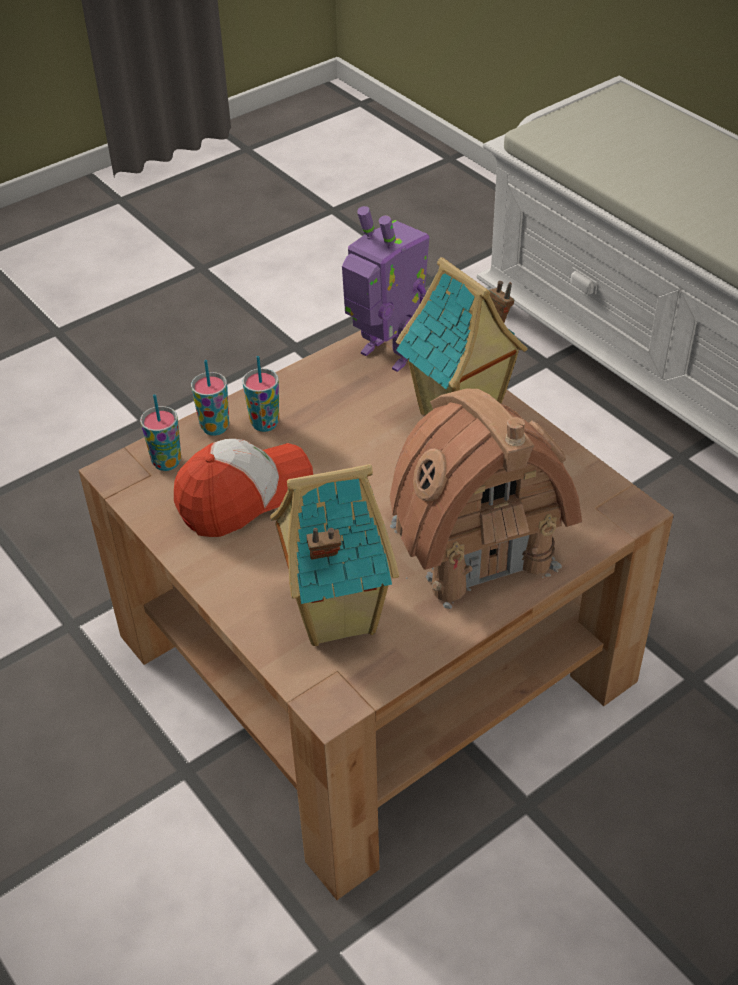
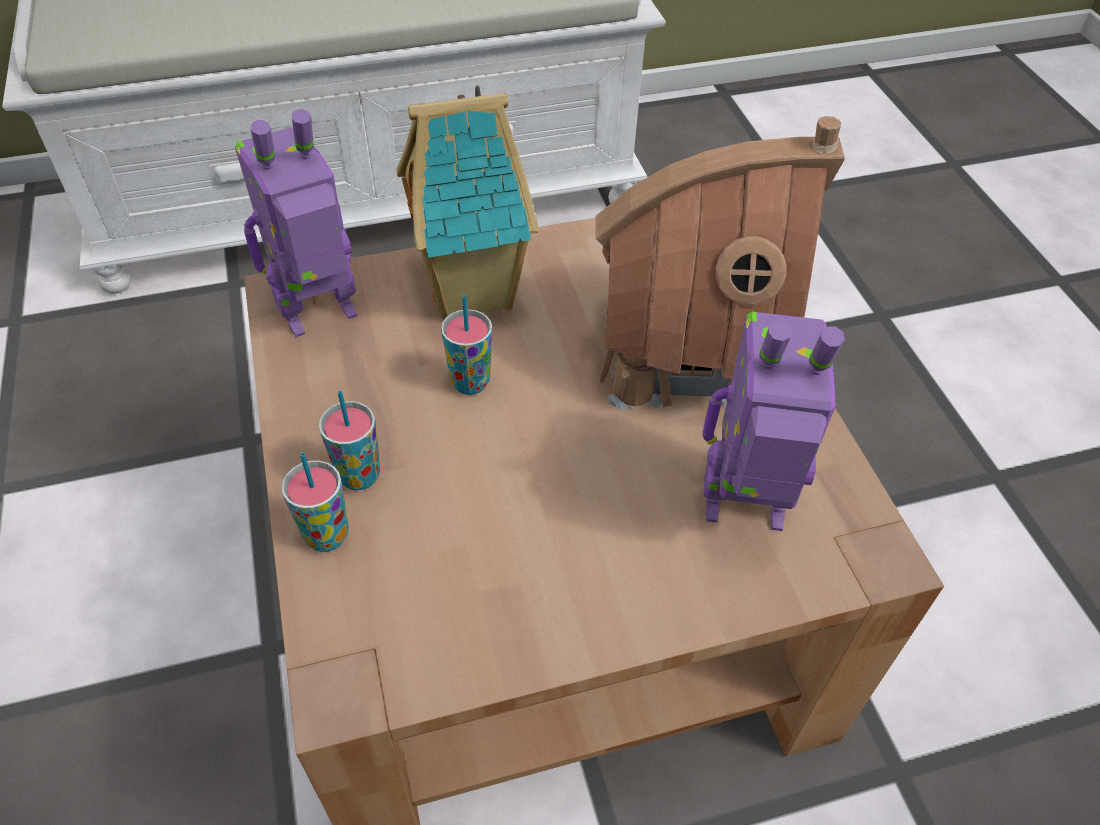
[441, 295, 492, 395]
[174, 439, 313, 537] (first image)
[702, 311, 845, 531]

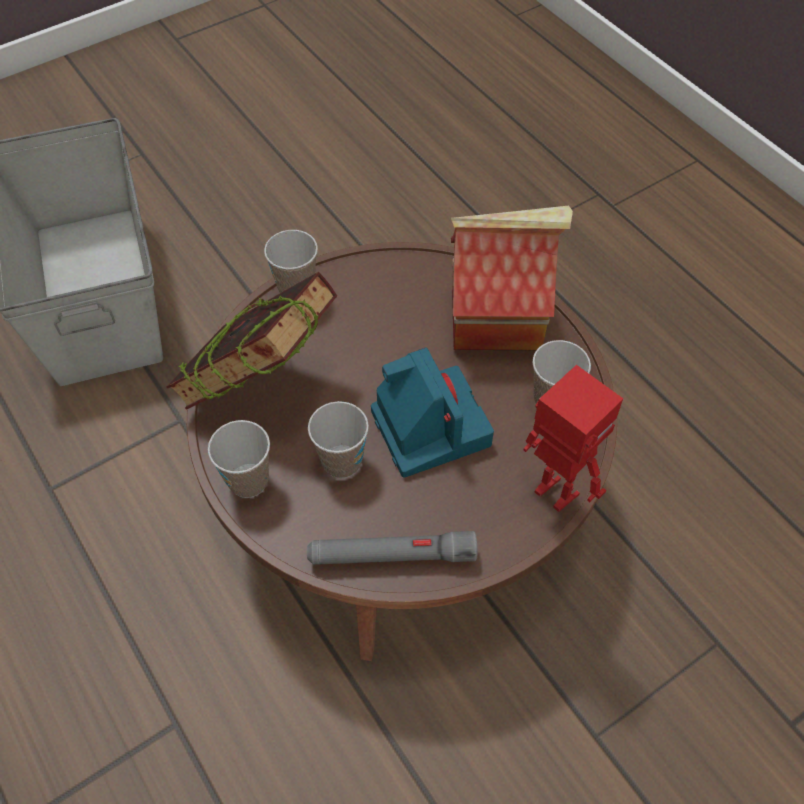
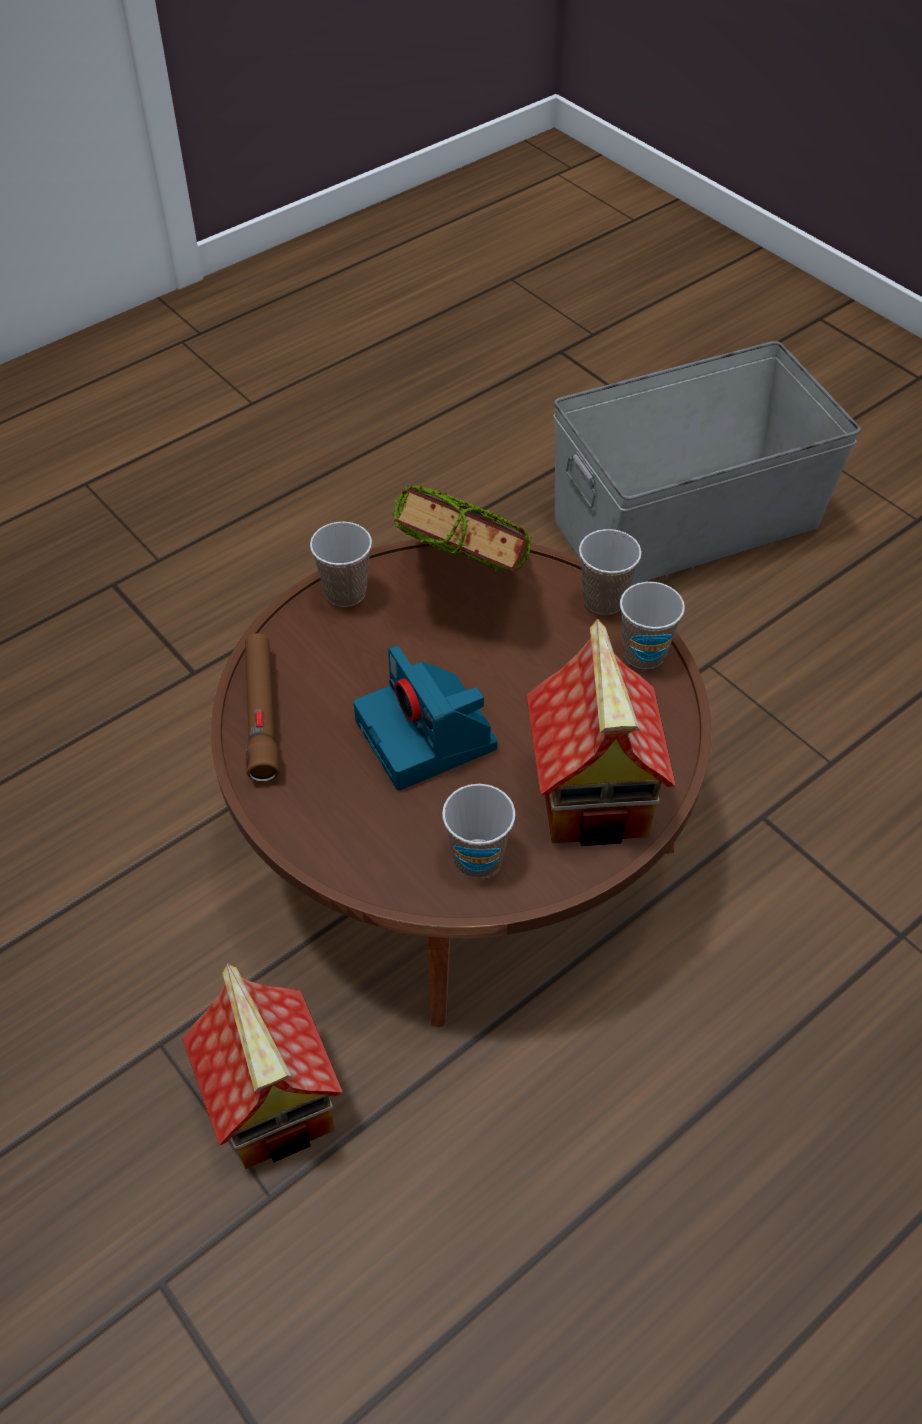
[353, 645, 497, 790]
[524, 365, 623, 512] (first image)
[620, 582, 685, 669]
[245, 633, 279, 782]
[182, 963, 343, 1169]

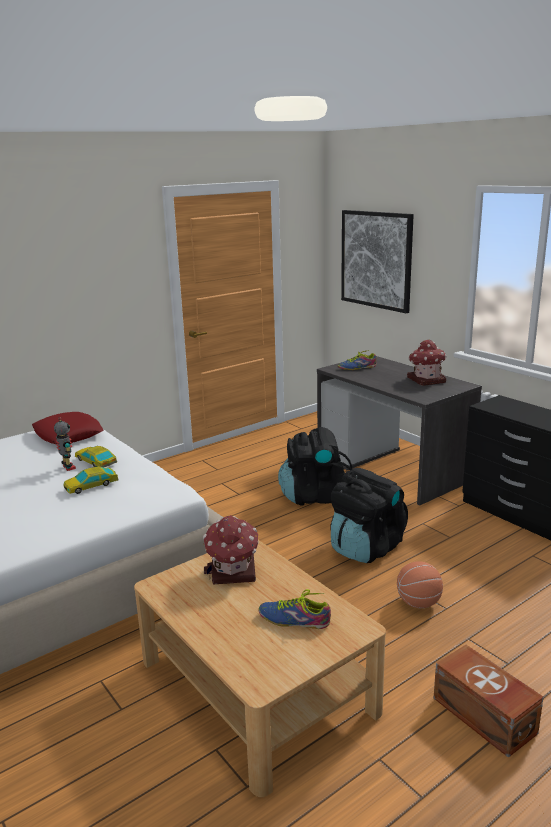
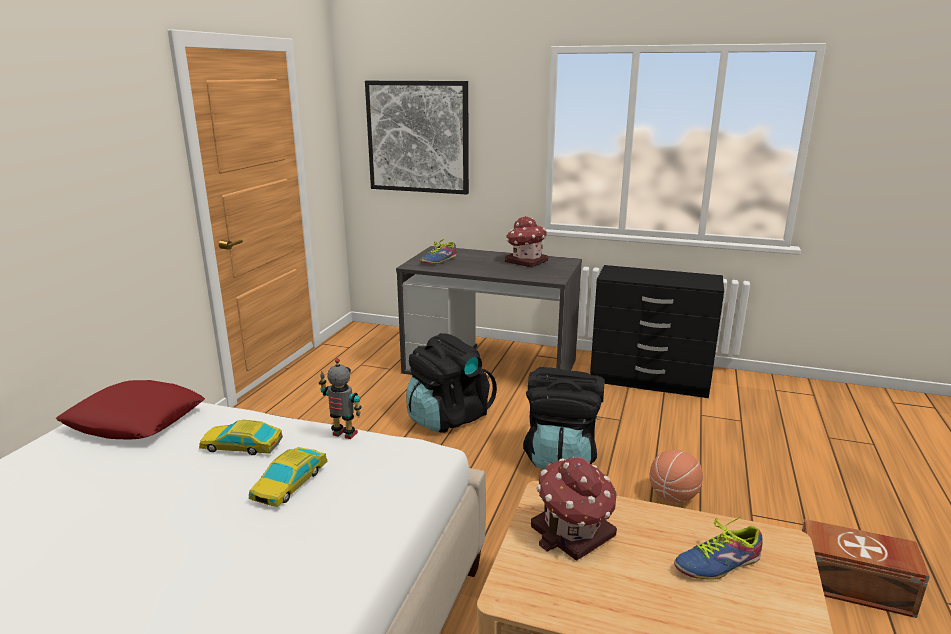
[319, 358, 362, 439]

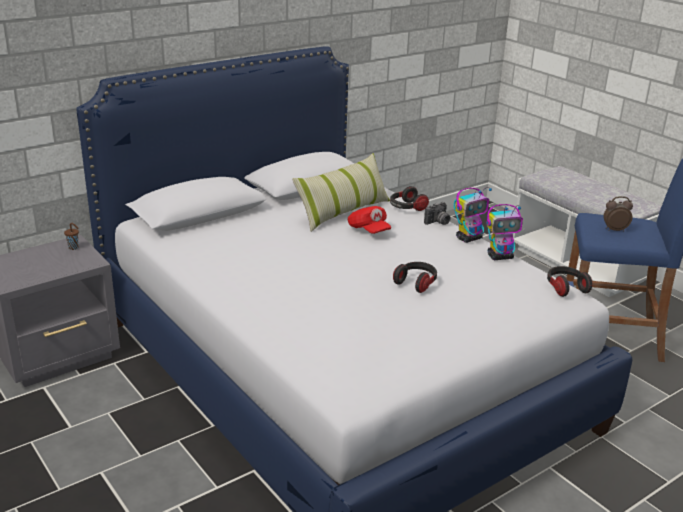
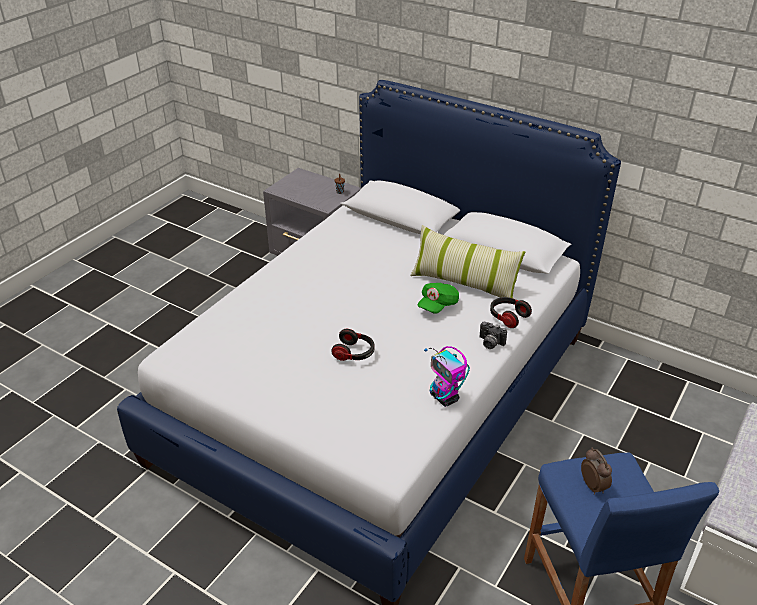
[454, 187, 492, 243] (first image)
[418, 283, 459, 314]
[547, 266, 593, 297] (first image)

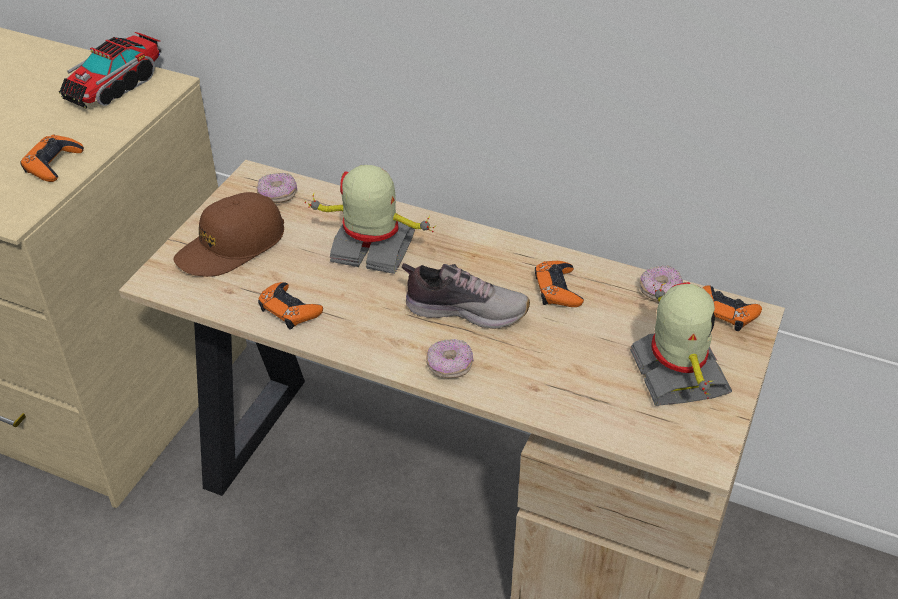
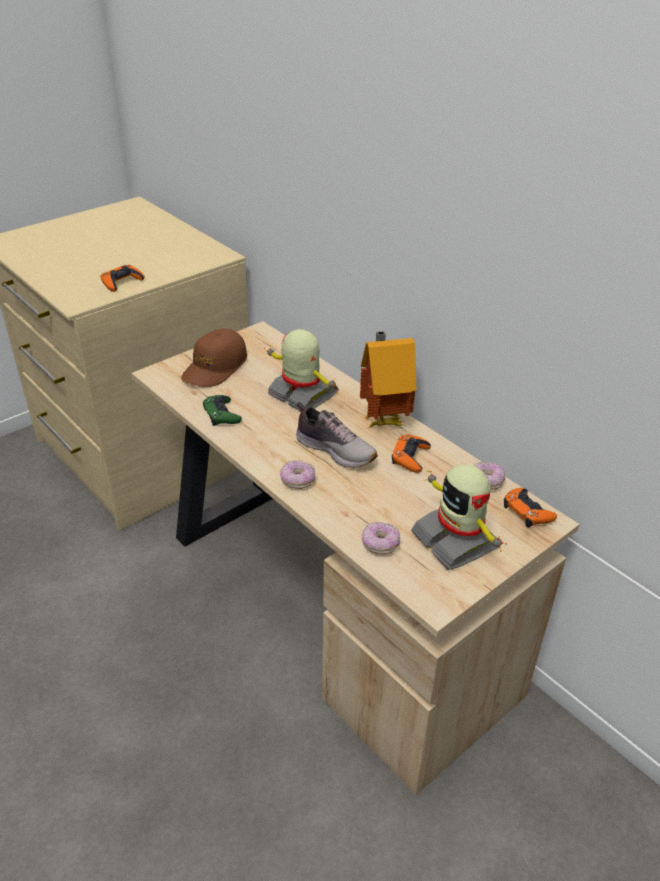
[59, 32, 161, 109] (first image)
[362, 522, 400, 554]
[181, 329, 247, 387]
[203, 395, 242, 426]
[411, 464, 507, 570]
[360, 331, 416, 428]

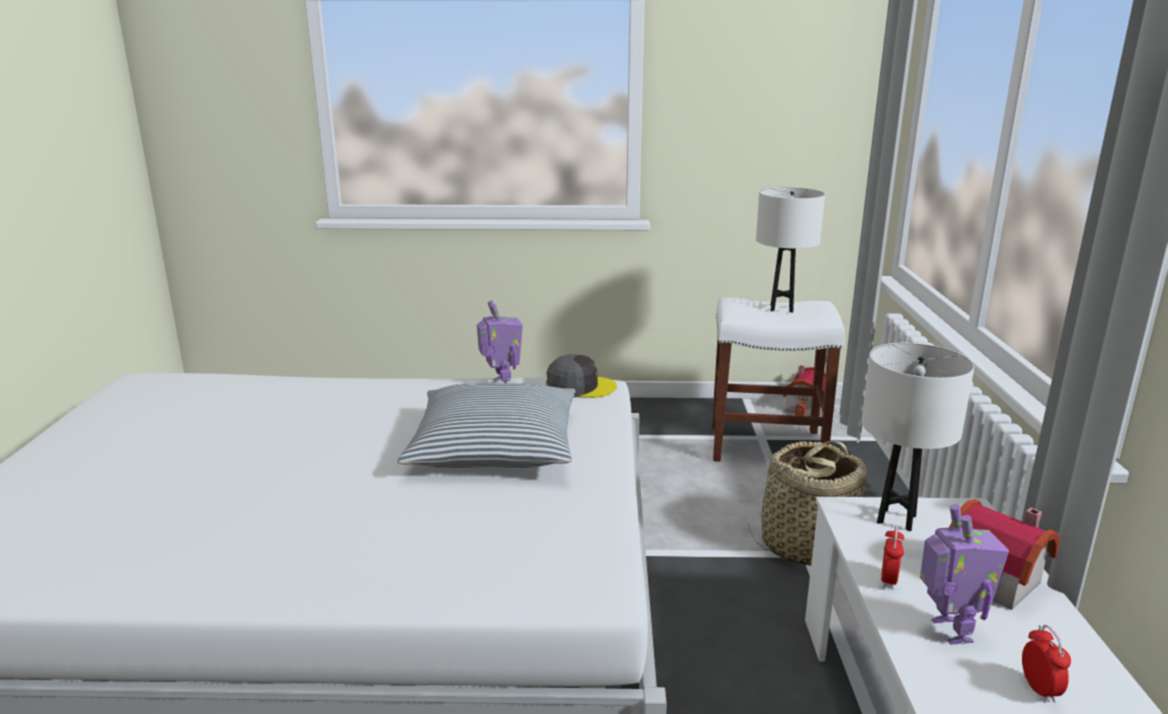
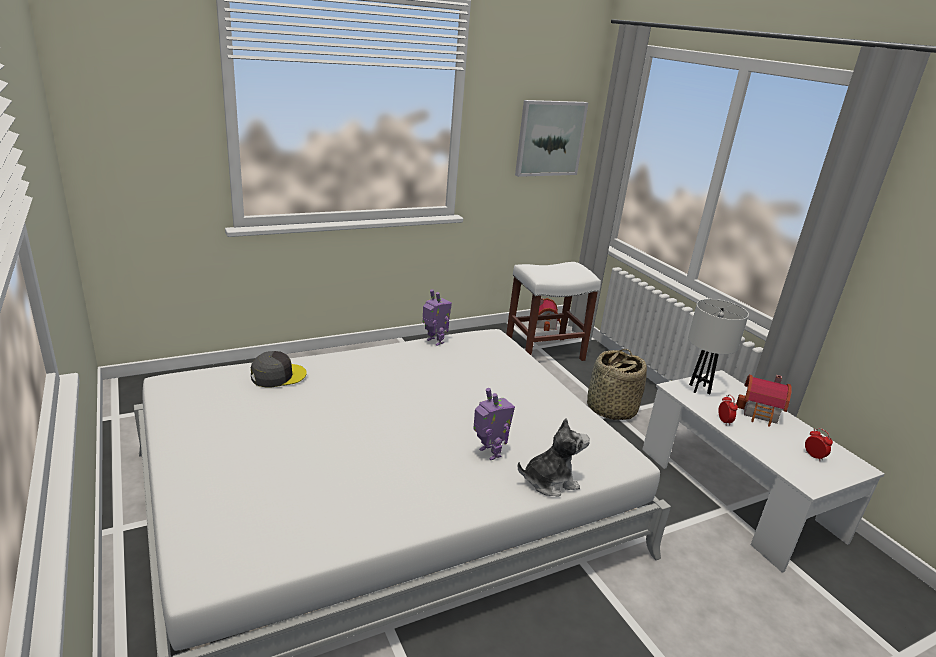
[756, 187, 825, 313] (first image)
[251, 351, 307, 387]
[397, 383, 576, 468] (first image)
[473, 388, 515, 460]
[515, 100, 588, 177]
[518, 418, 590, 497]

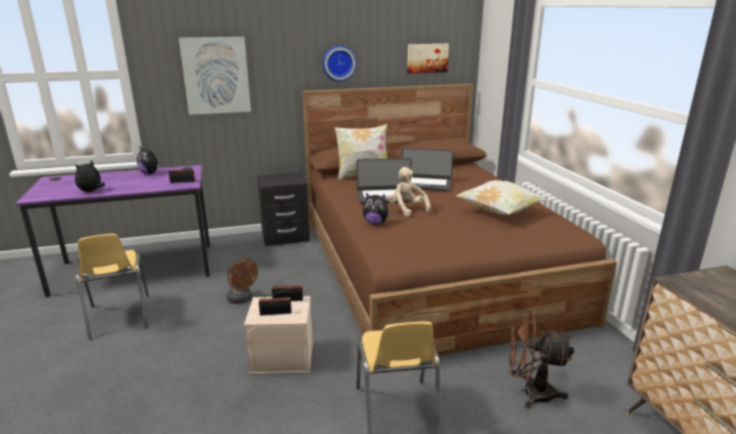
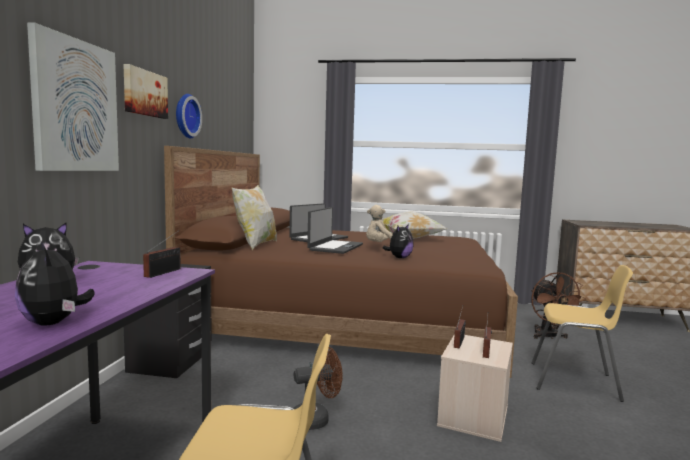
[123, 64, 168, 119]
[531, 272, 586, 339]

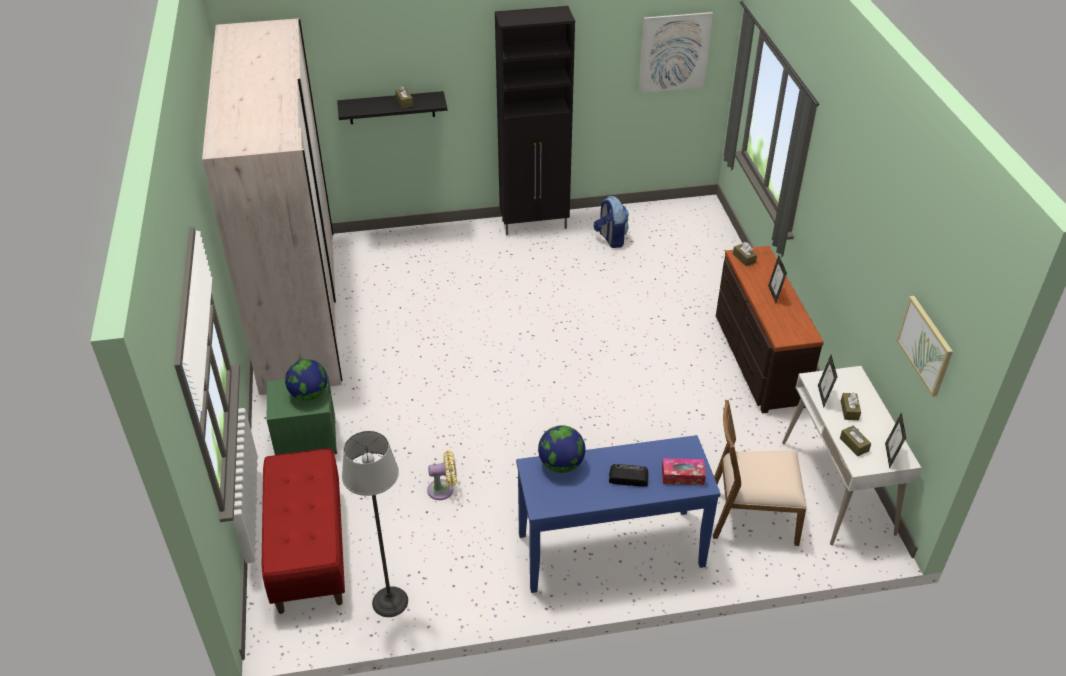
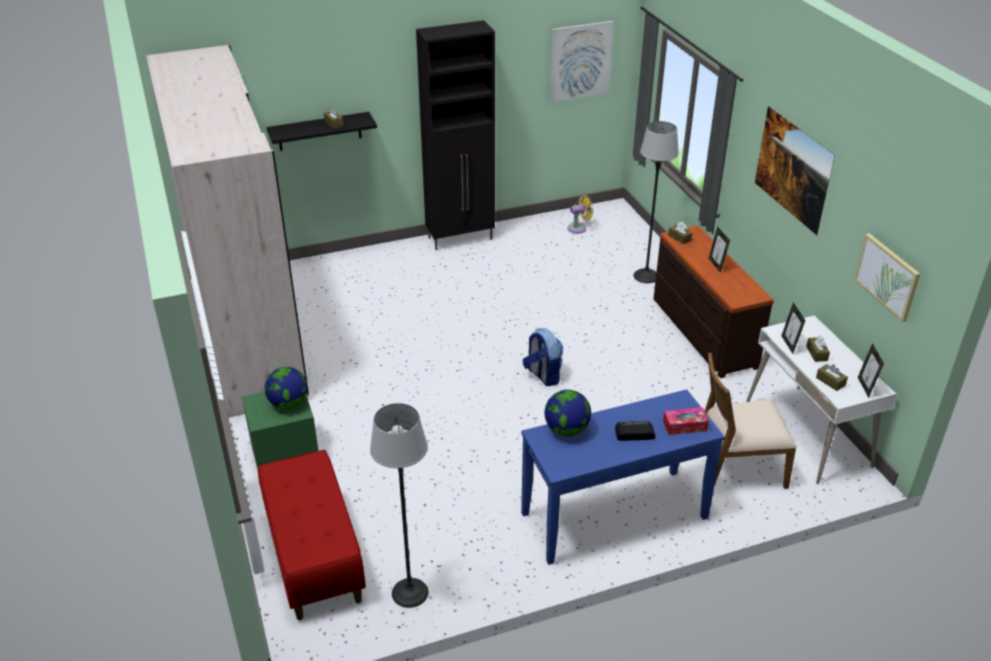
[523, 328, 563, 386]
[567, 195, 593, 234]
[755, 106, 835, 235]
[633, 121, 679, 283]

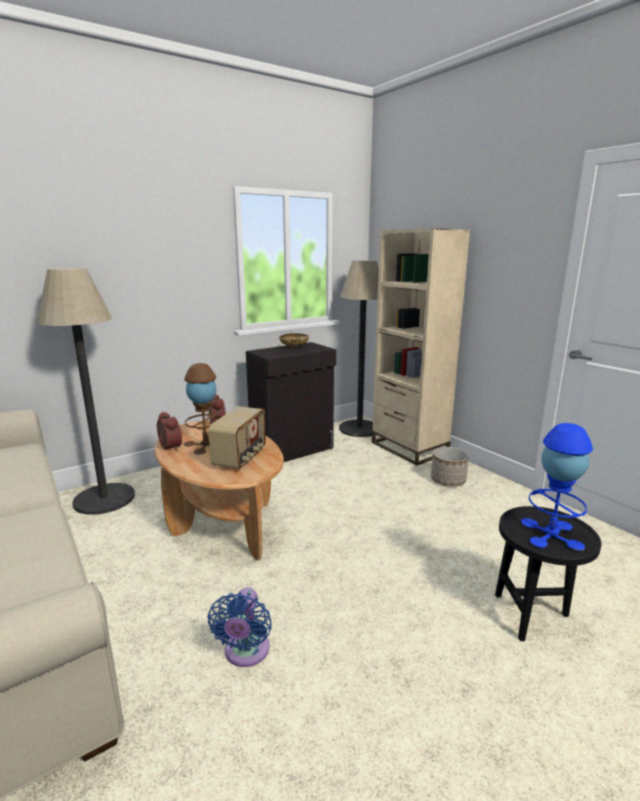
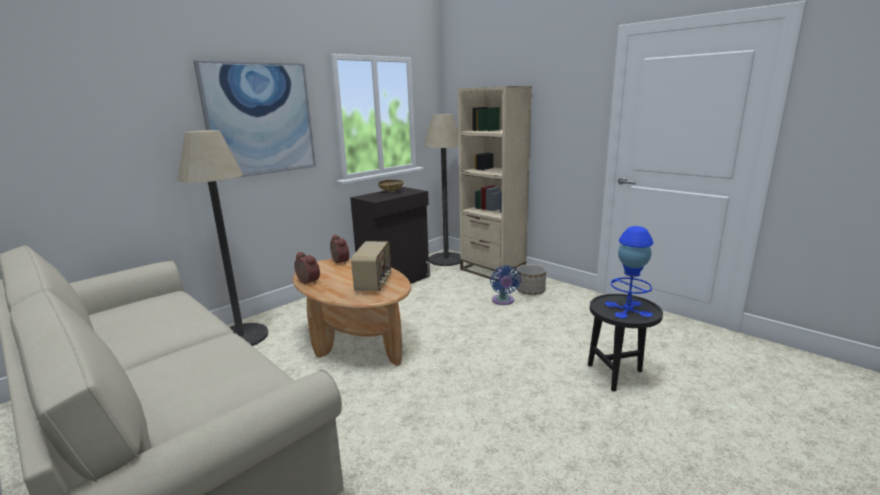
[184, 363, 221, 454] (first image)
[490, 265, 521, 305]
[193, 60, 316, 178]

